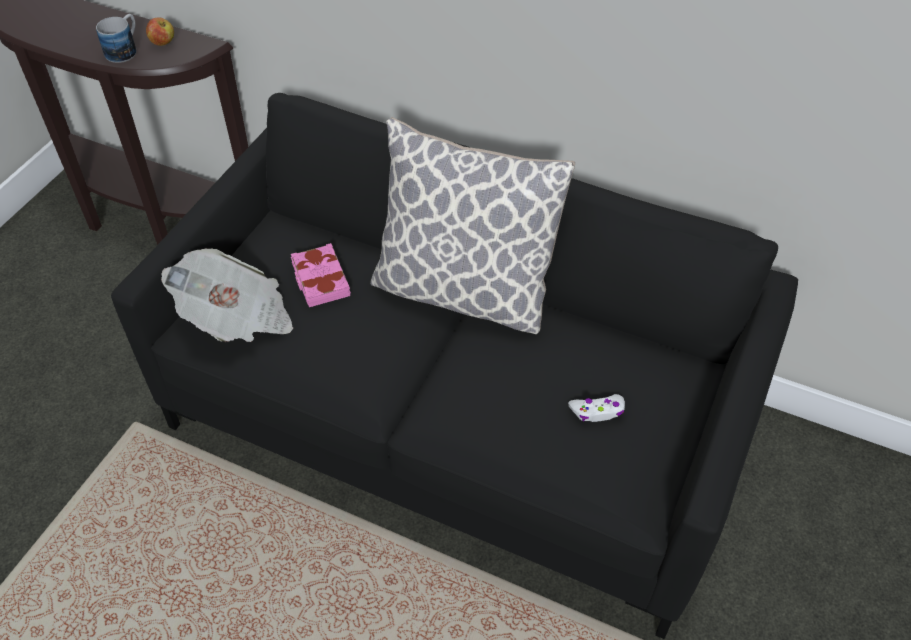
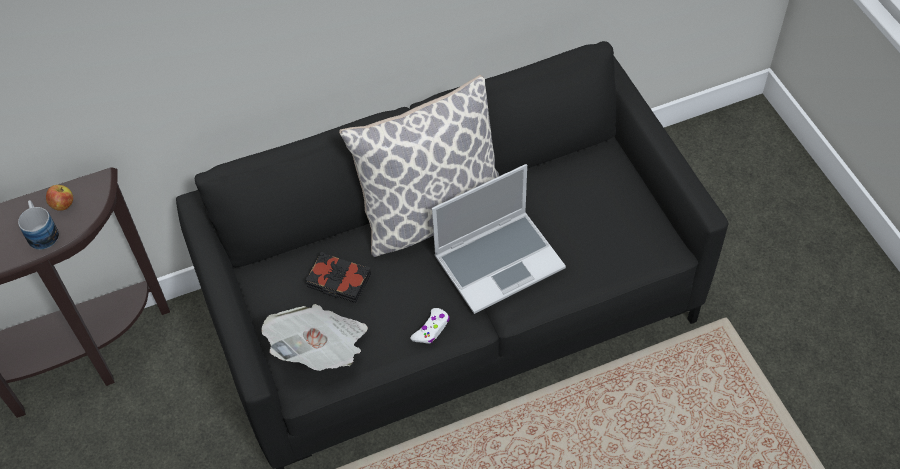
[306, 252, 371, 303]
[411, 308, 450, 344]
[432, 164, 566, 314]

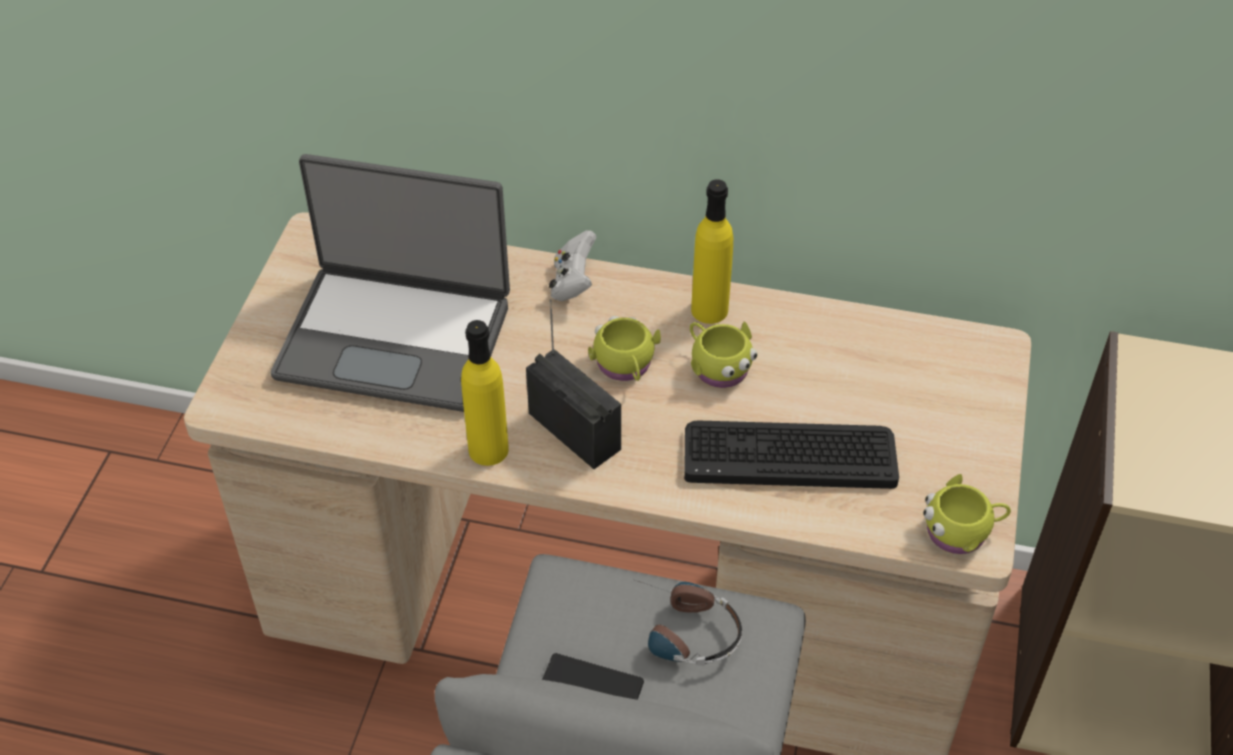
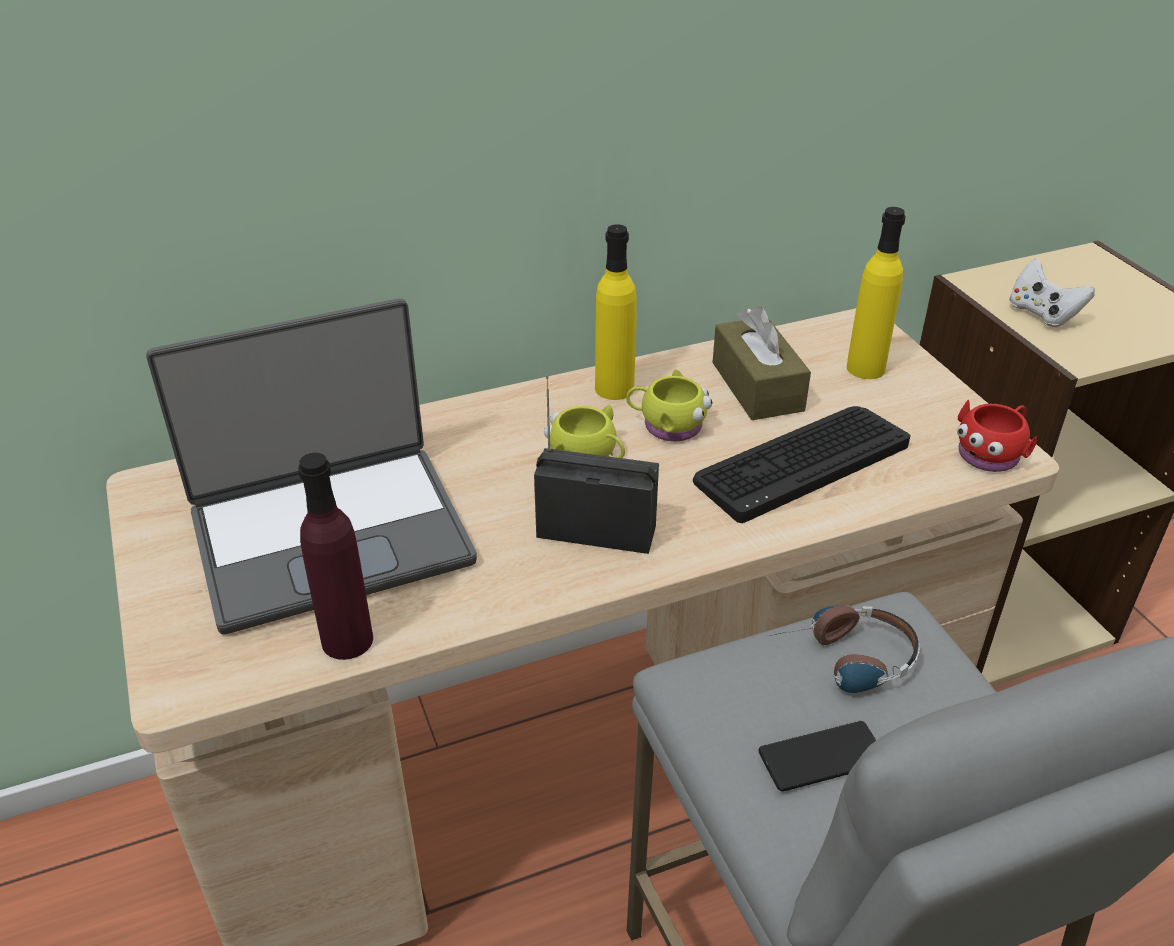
[1009, 259, 1095, 327]
[847, 207, 905, 379]
[957, 400, 1037, 472]
[712, 306, 811, 420]
[298, 453, 373, 660]

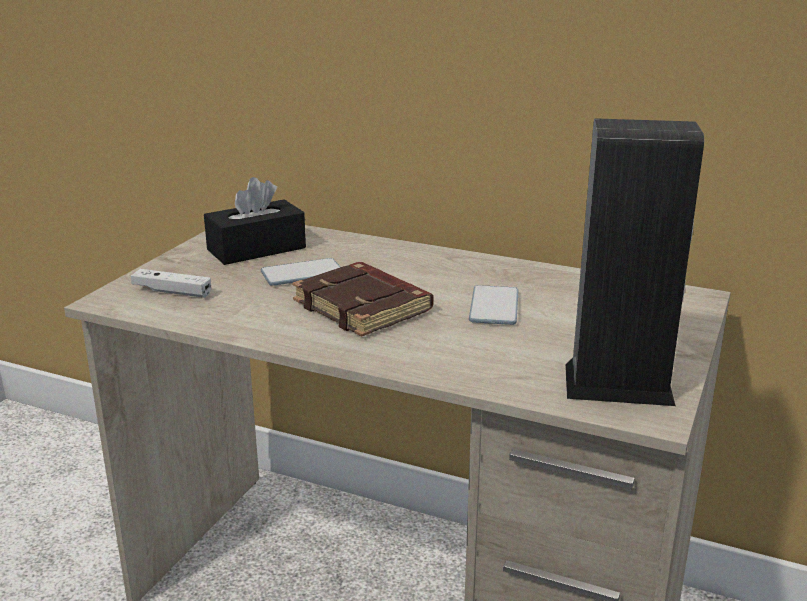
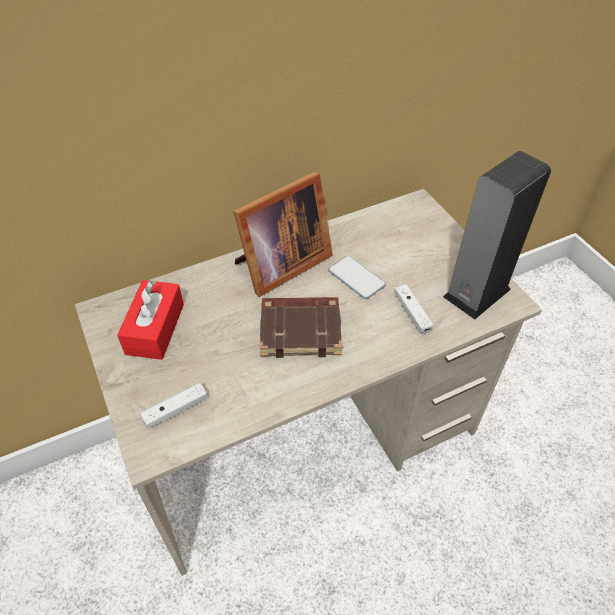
[117, 280, 184, 360]
[261, 258, 340, 286] (first image)
[233, 172, 333, 297]
[394, 284, 434, 335]

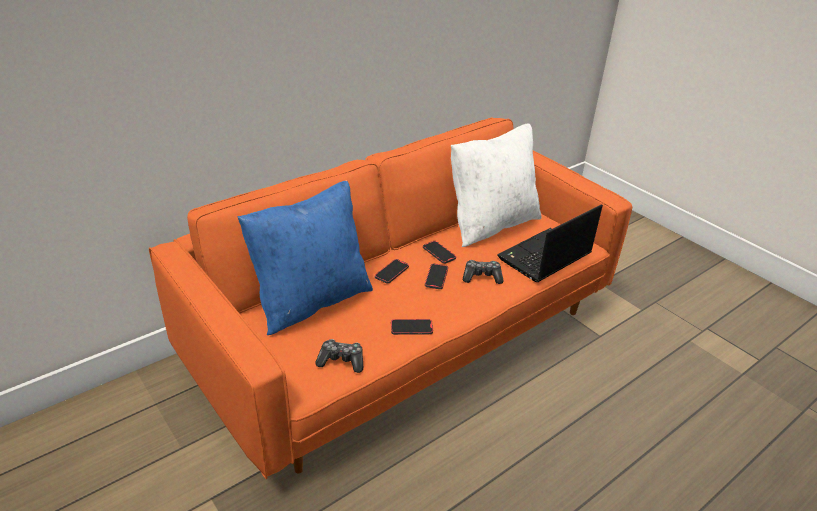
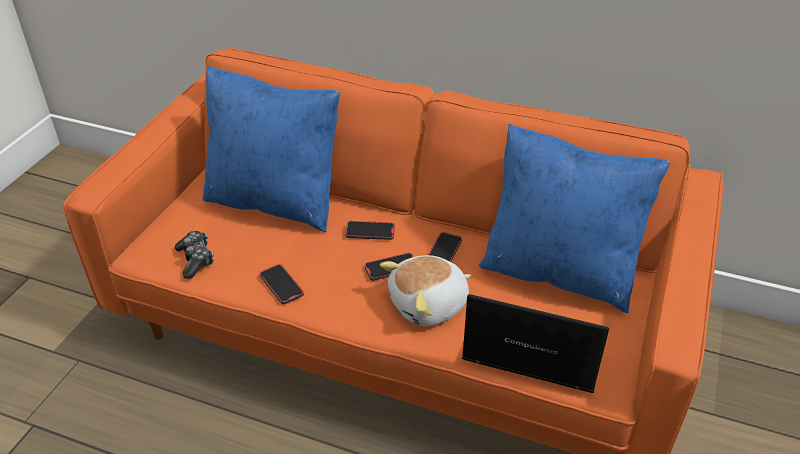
[479, 124, 670, 313]
[380, 255, 471, 326]

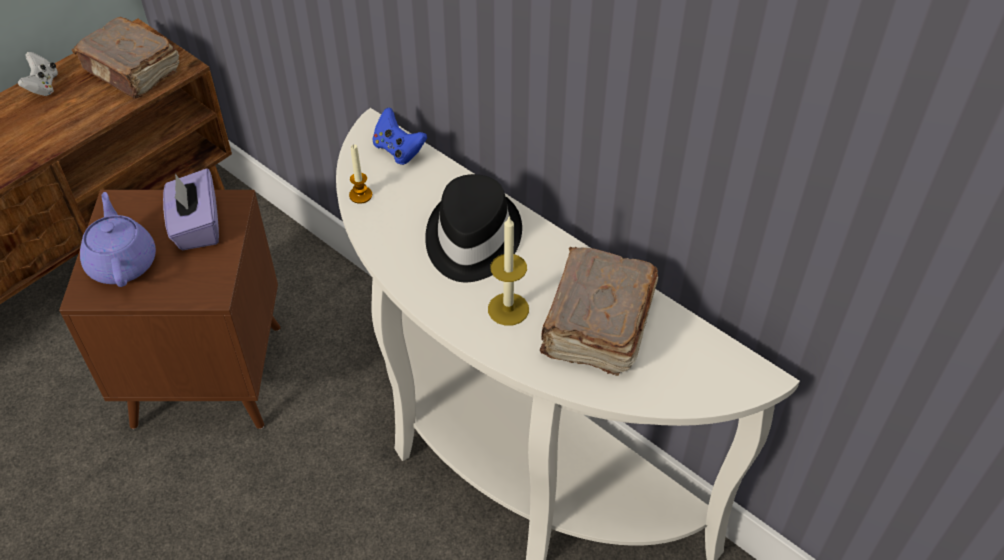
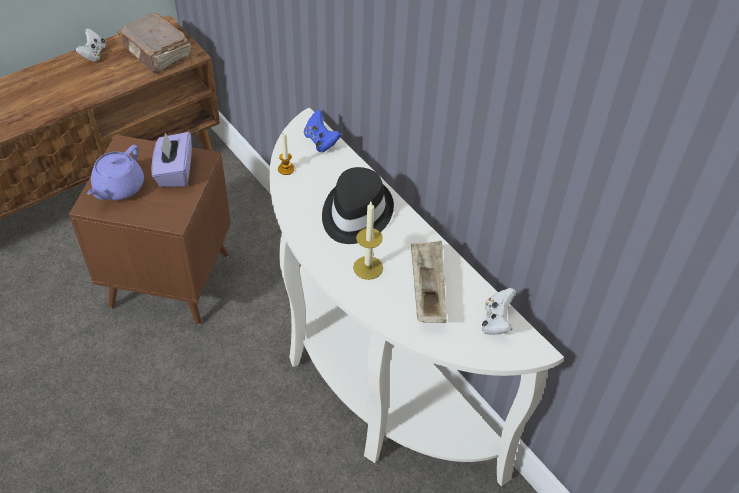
[87, 145, 144, 200]
[411, 241, 447, 323]
[482, 288, 516, 335]

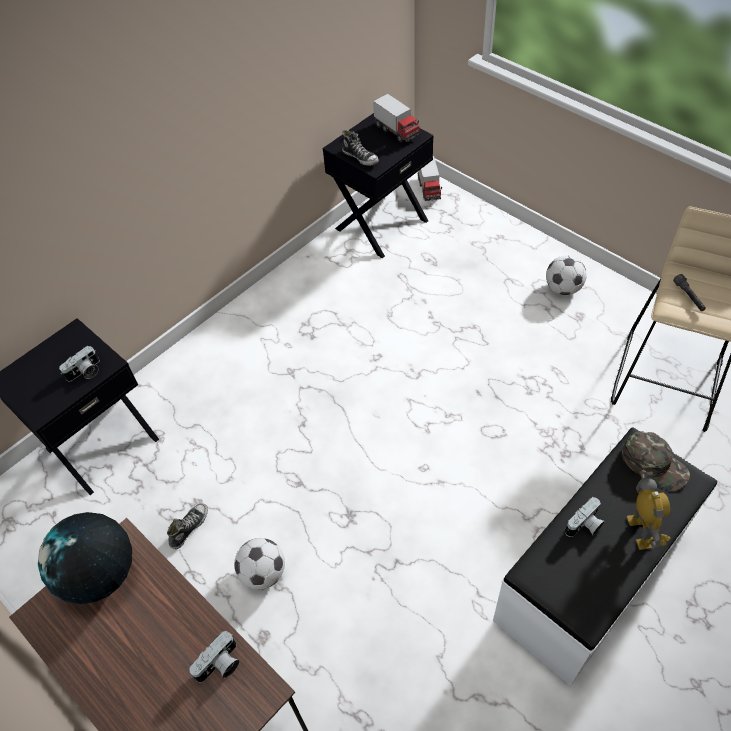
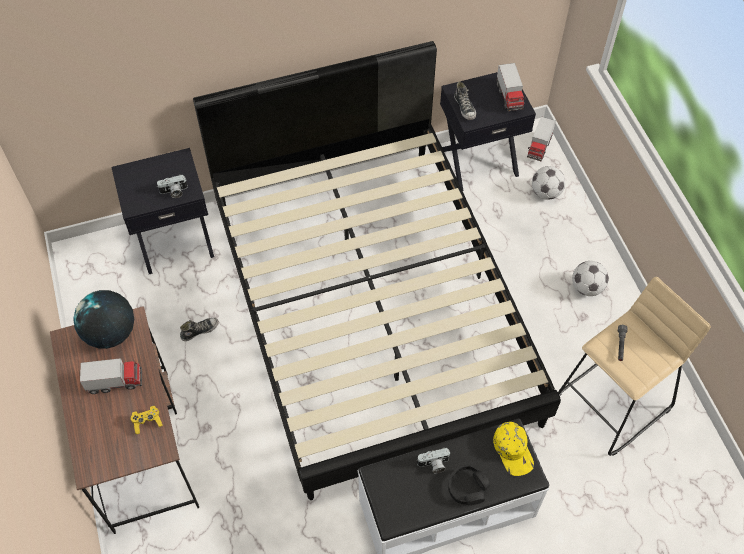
[493, 422, 534, 476]
[448, 465, 490, 506]
[532, 166, 565, 200]
[131, 406, 163, 434]
[193, 41, 561, 500]
[80, 358, 142, 394]

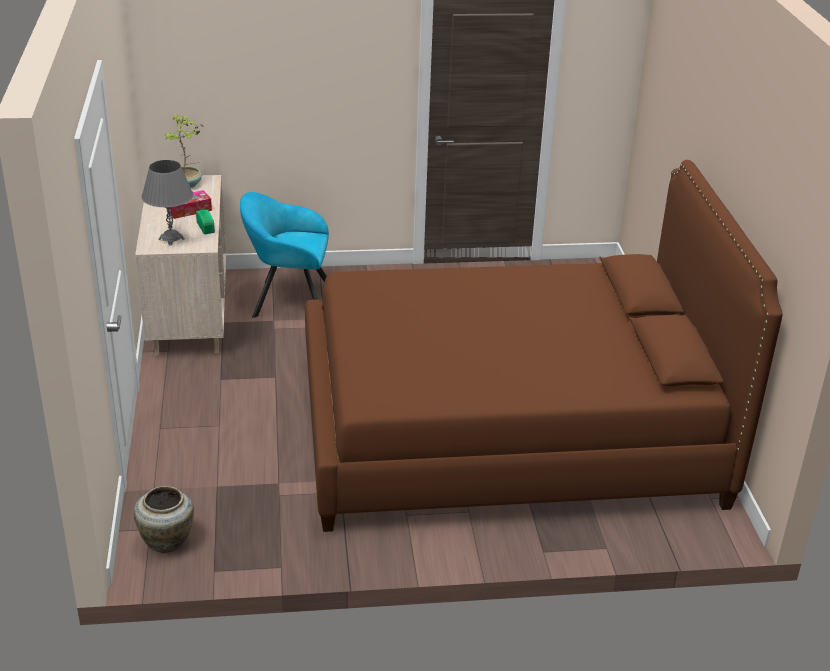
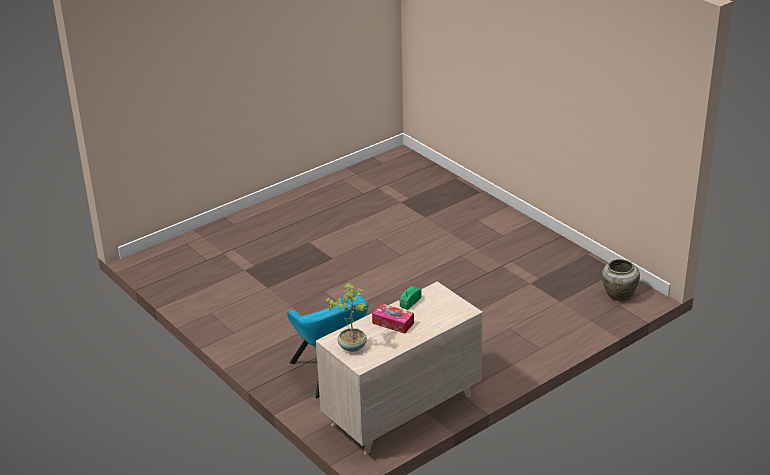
[142, 160, 194, 246] (first image)
[305, 160, 783, 532] (first image)

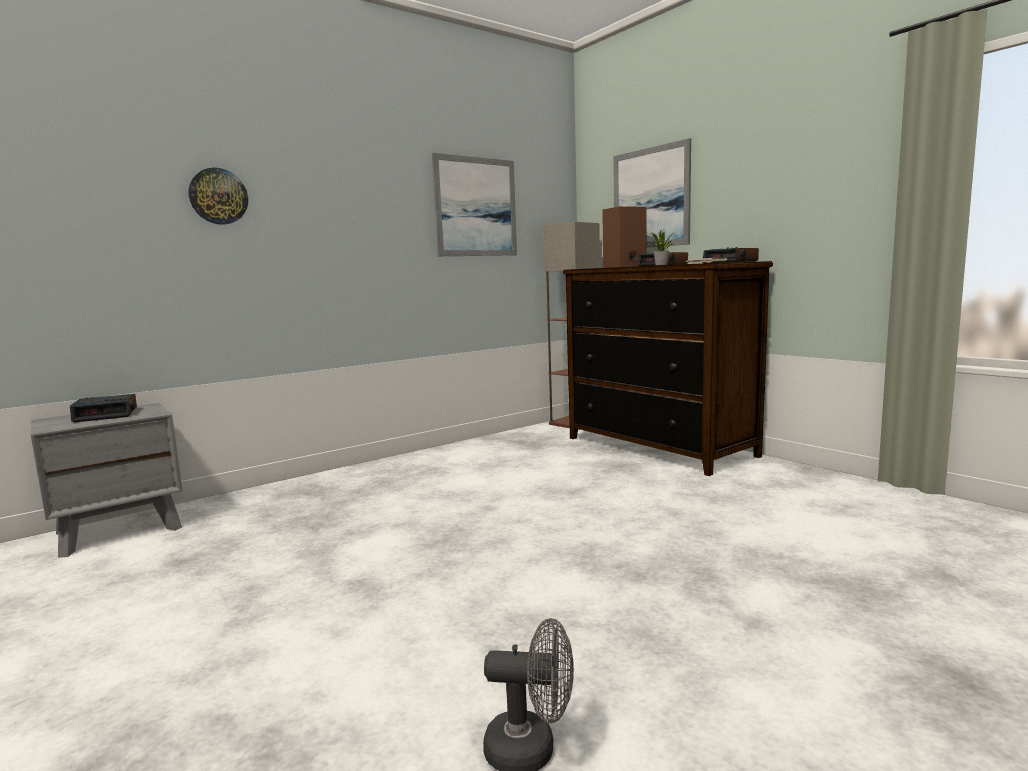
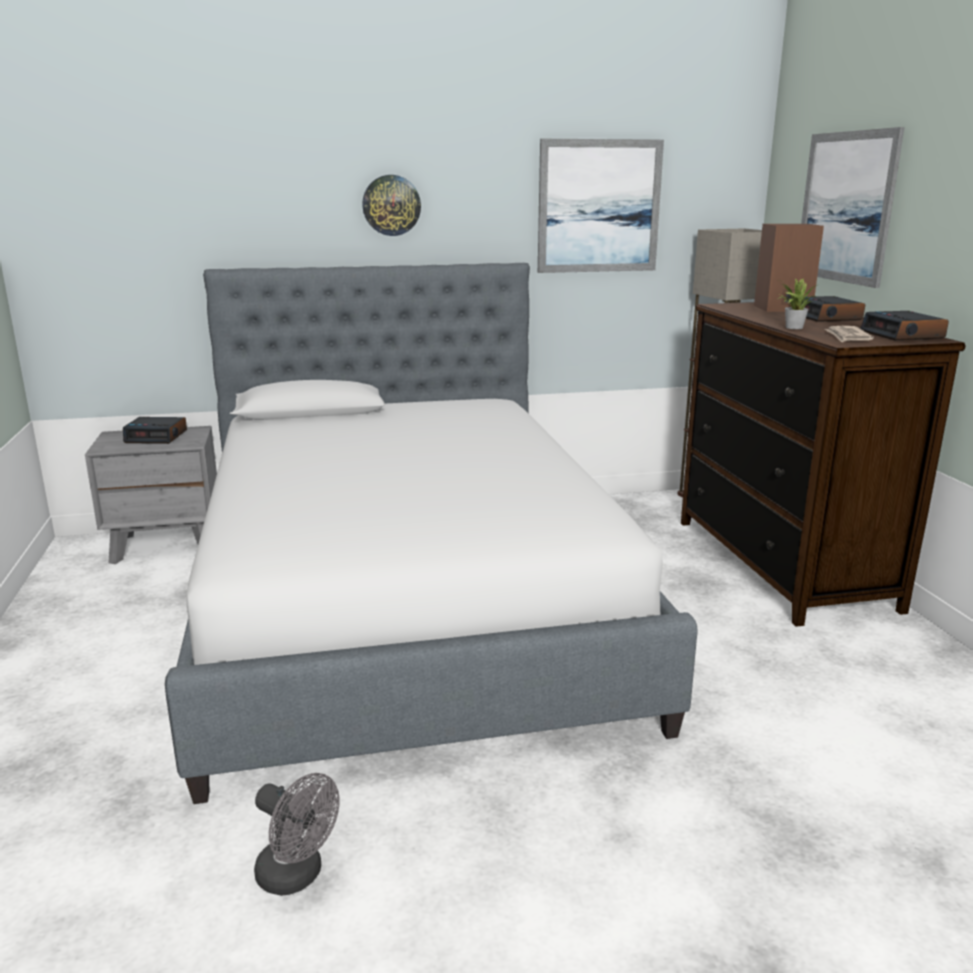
[362, 175, 421, 236]
[165, 263, 698, 804]

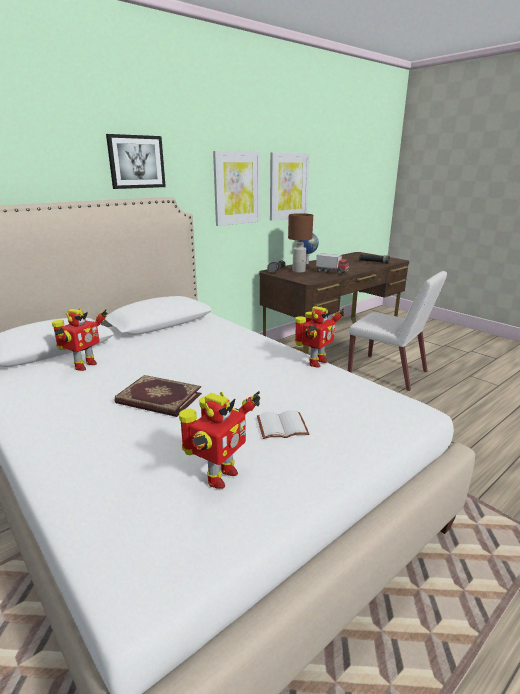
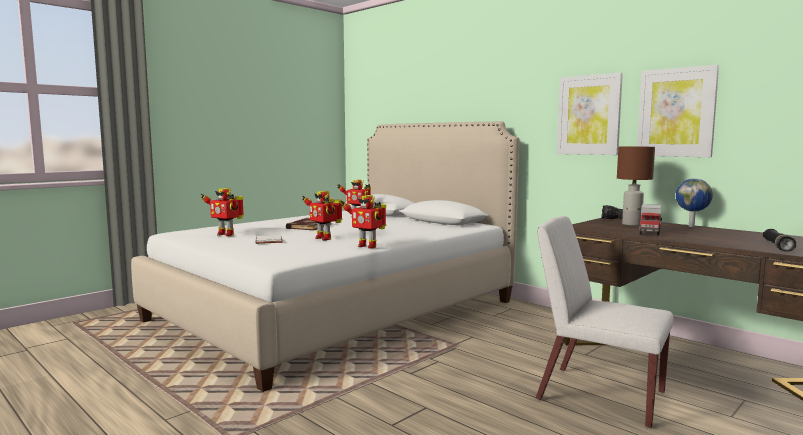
[106, 134, 166, 189] (first image)
[536, 216, 674, 428]
[302, 191, 343, 240]

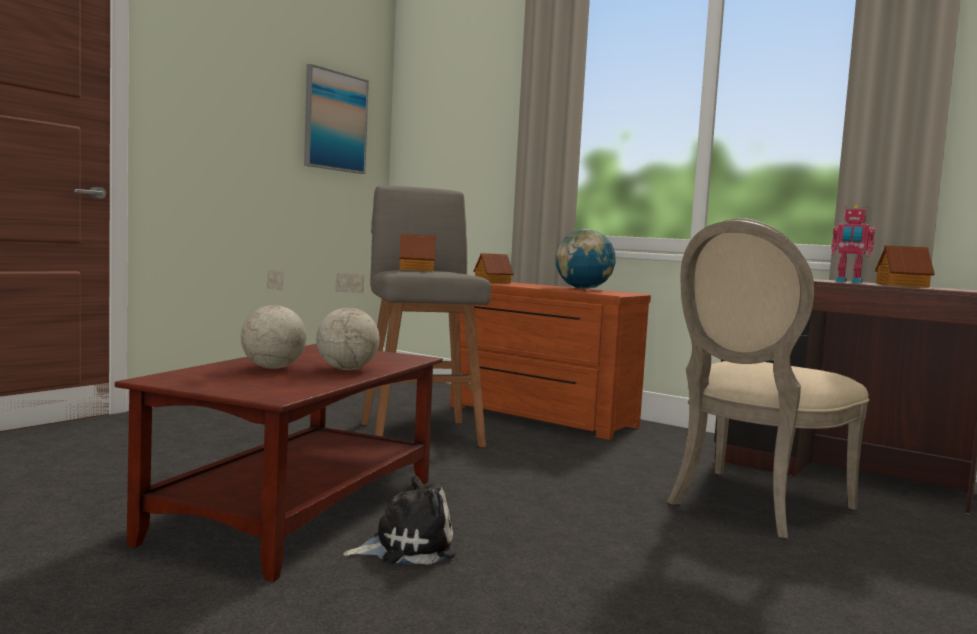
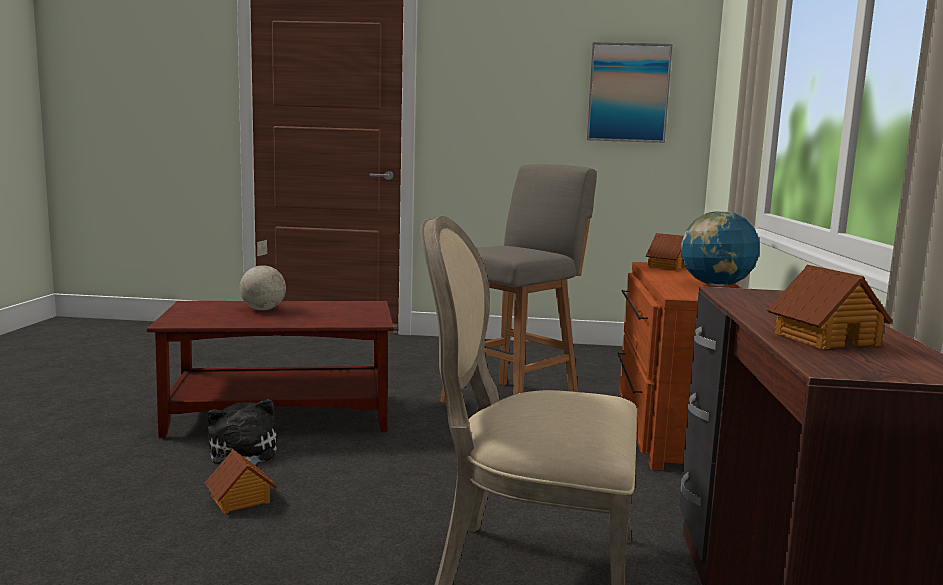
[831, 205, 875, 283] (first image)
[205, 449, 277, 514]
[316, 273, 380, 370] (first image)
[207, 399, 277, 465]

